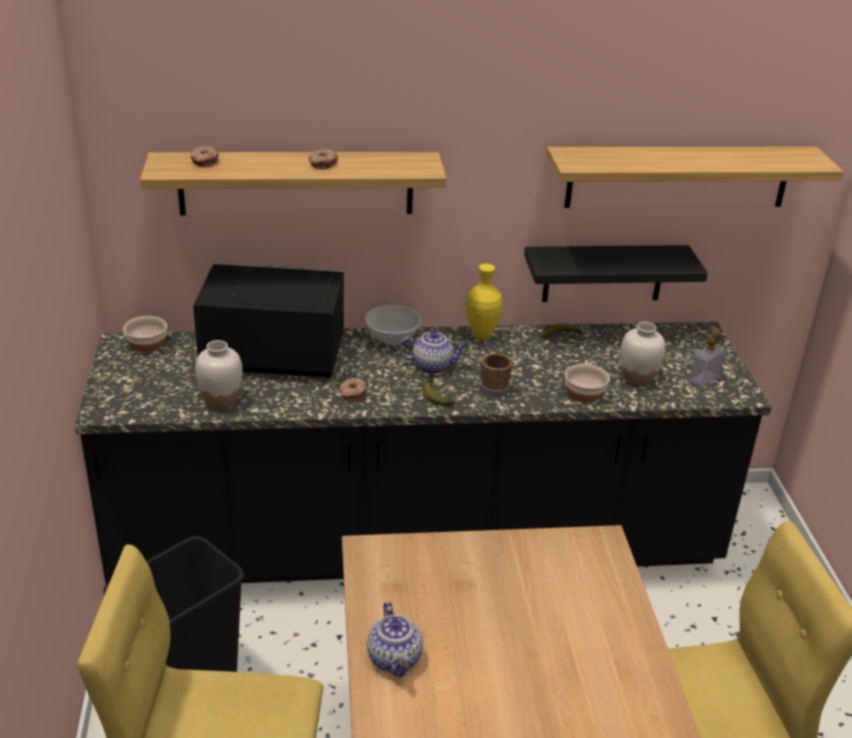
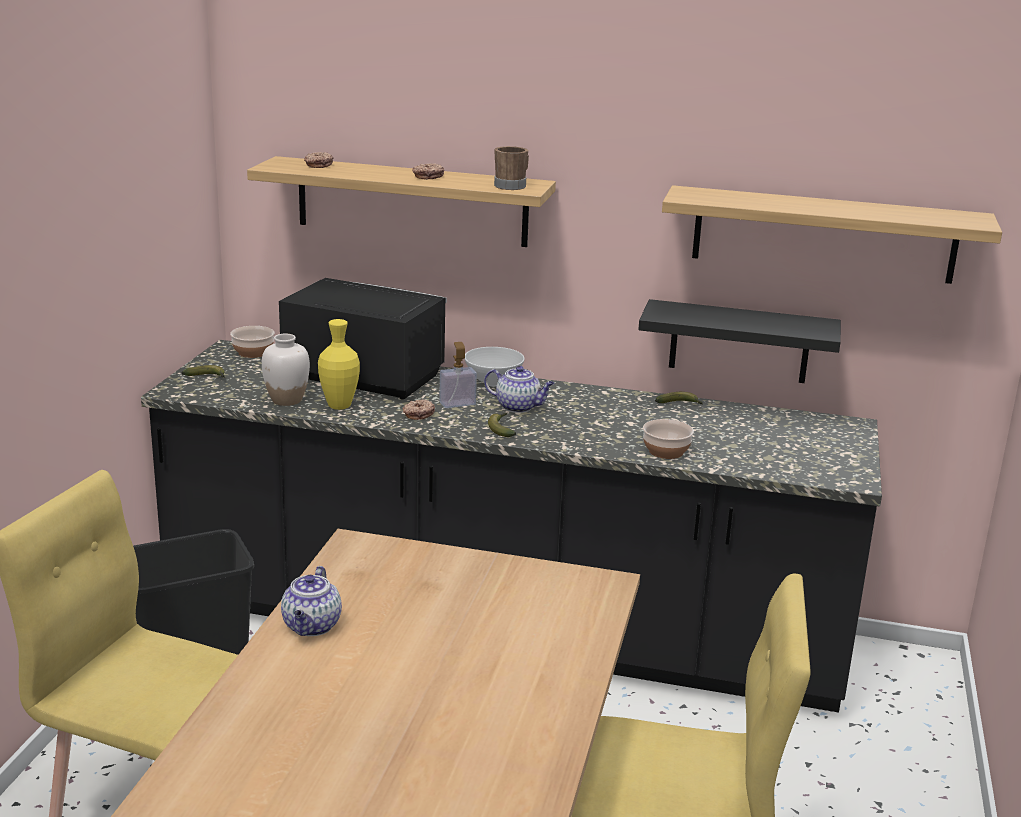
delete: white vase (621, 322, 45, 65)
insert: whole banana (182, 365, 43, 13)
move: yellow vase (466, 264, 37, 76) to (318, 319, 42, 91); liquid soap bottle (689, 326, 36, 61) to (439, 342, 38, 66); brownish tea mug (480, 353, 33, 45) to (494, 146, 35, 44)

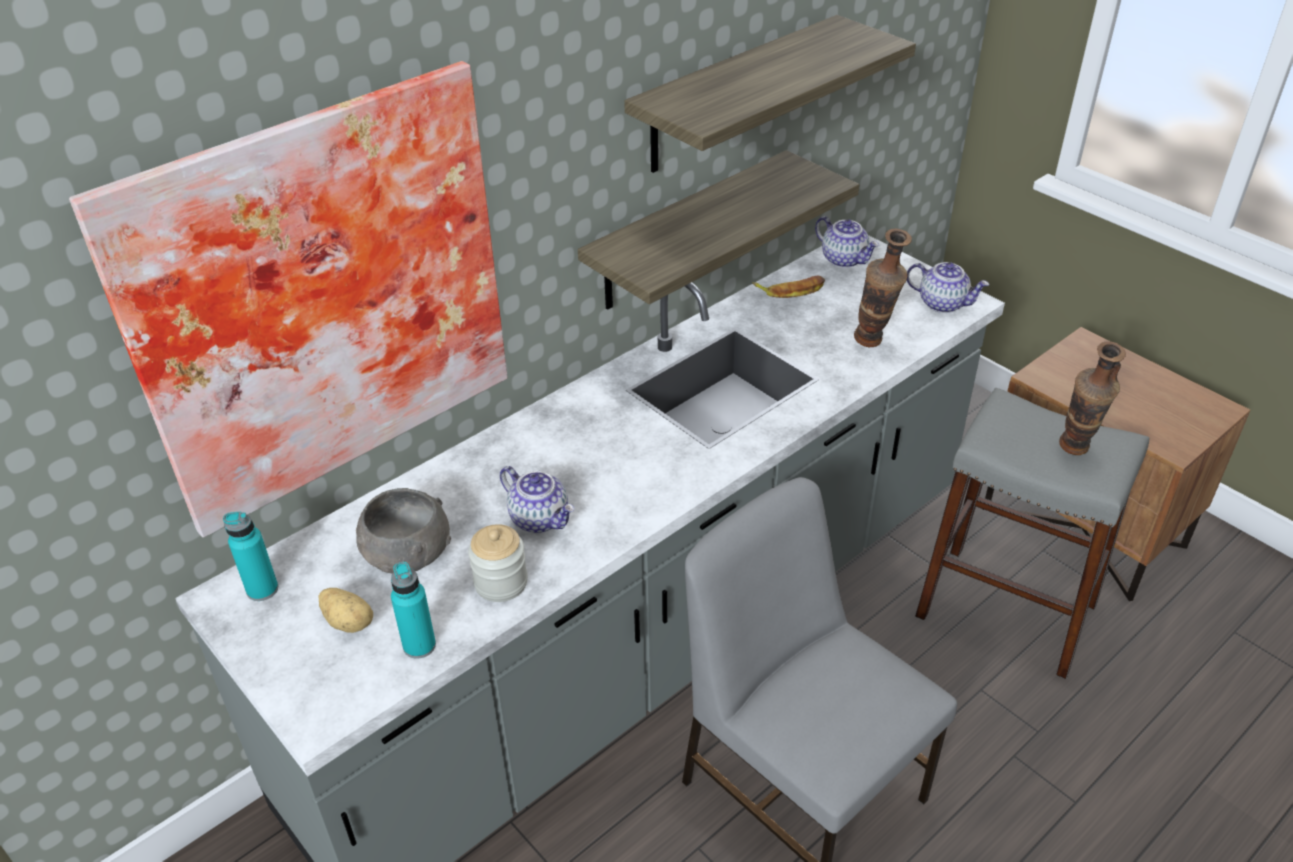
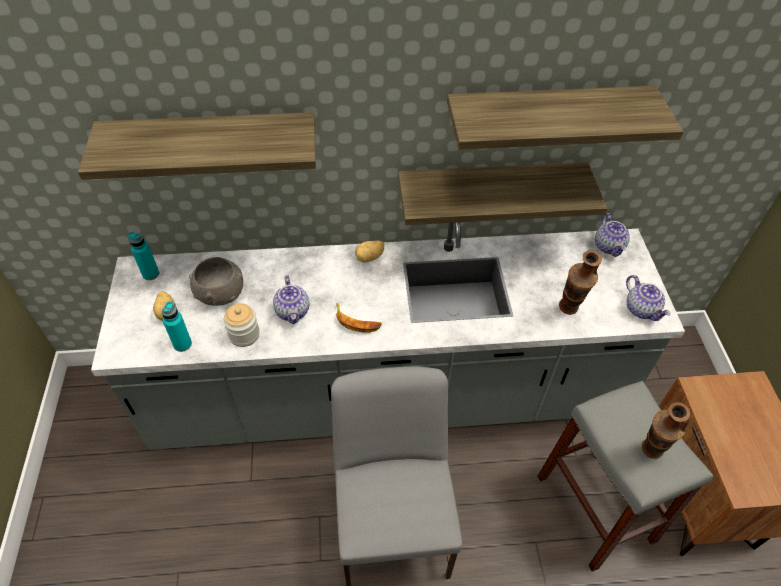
insert: potato (355, 241, 29, 22)
move: whole banana (752, 275, 73, 23) to (336, 302, 46, 31)
replace: wall art (69, 61, 439, 477) to shelf (78, 112, 238, 68)

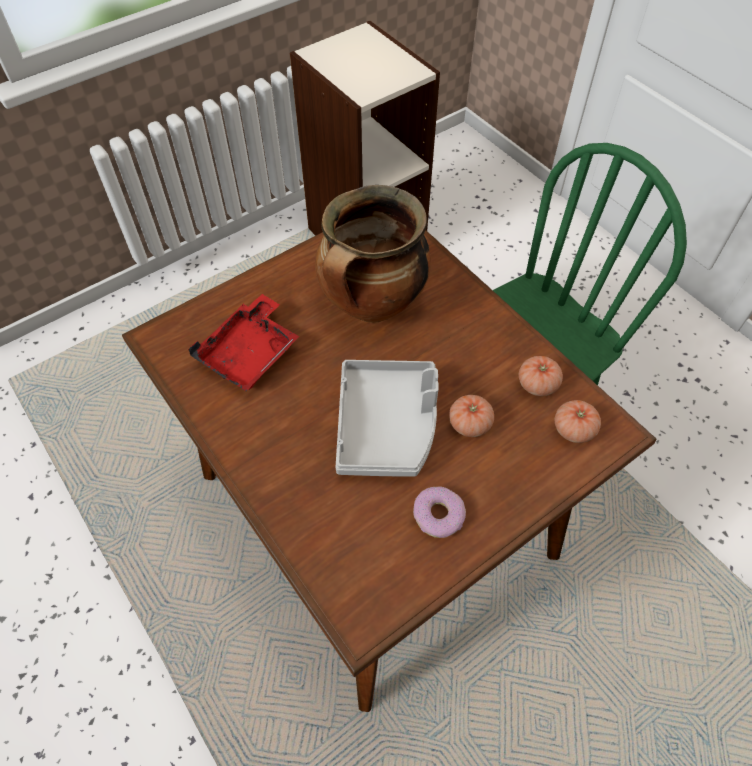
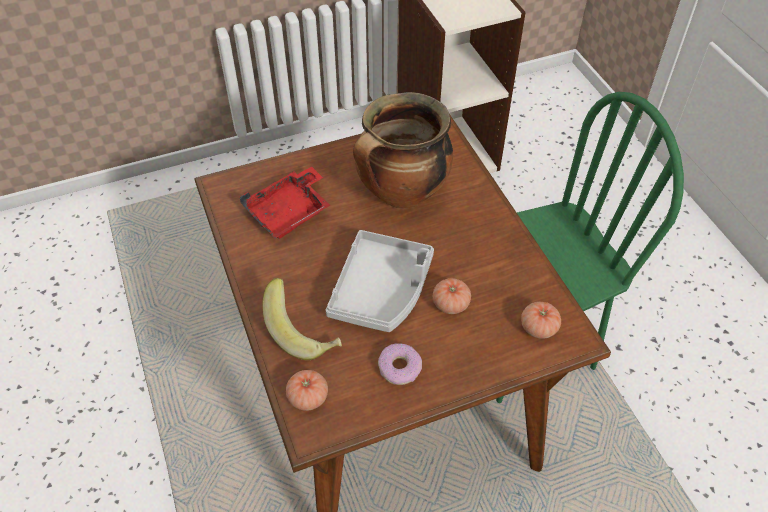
insert: whole banana (262, 278, 80, 82)
move: whole tomato (519, 356, 44, 40) to (286, 370, 42, 41)

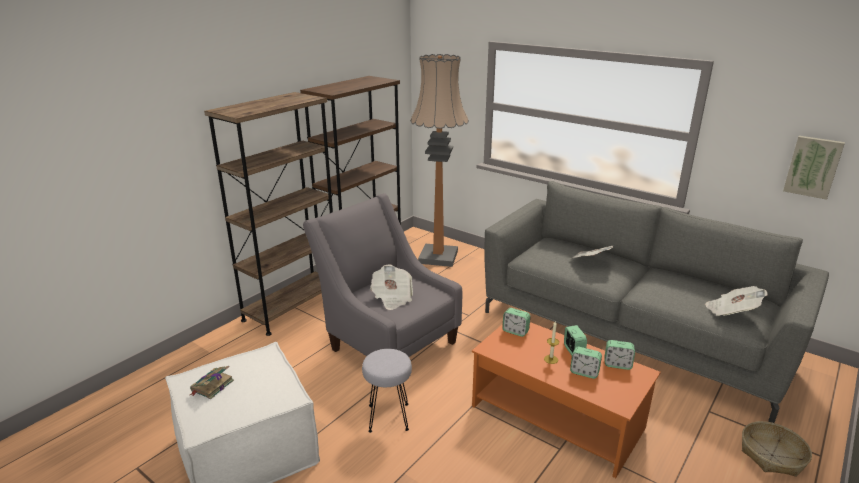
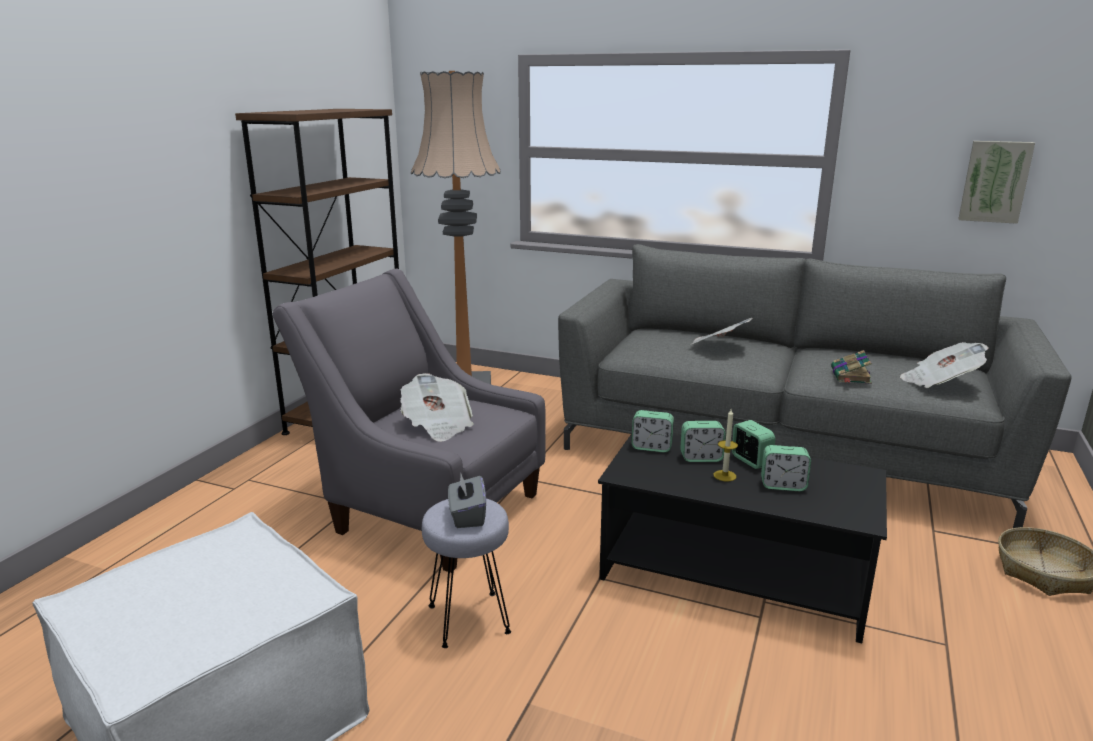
delete: brownish bookshelf (204, 92, 129, 244)
insert: grey box of tissues (448, 472, 38, 56)
move: bedside clock (605, 340, 30, 30) to (680, 421, 46, 41); book (190, 366, 44, 33) to (831, 350, 41, 34)
recolor: orange-coloured low table (472, 322, 189, 156) to blackish low table (598, 434, 289, 209)

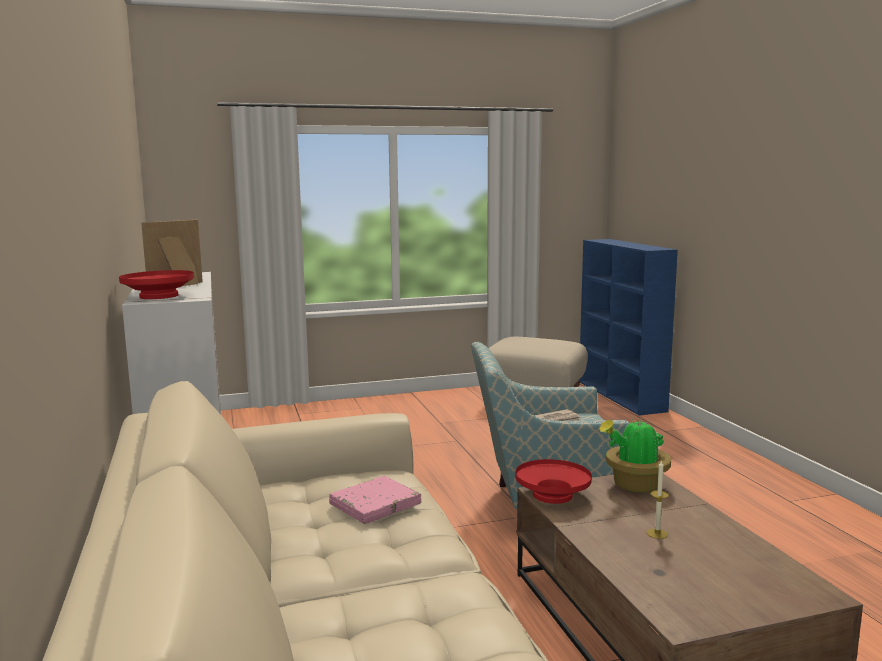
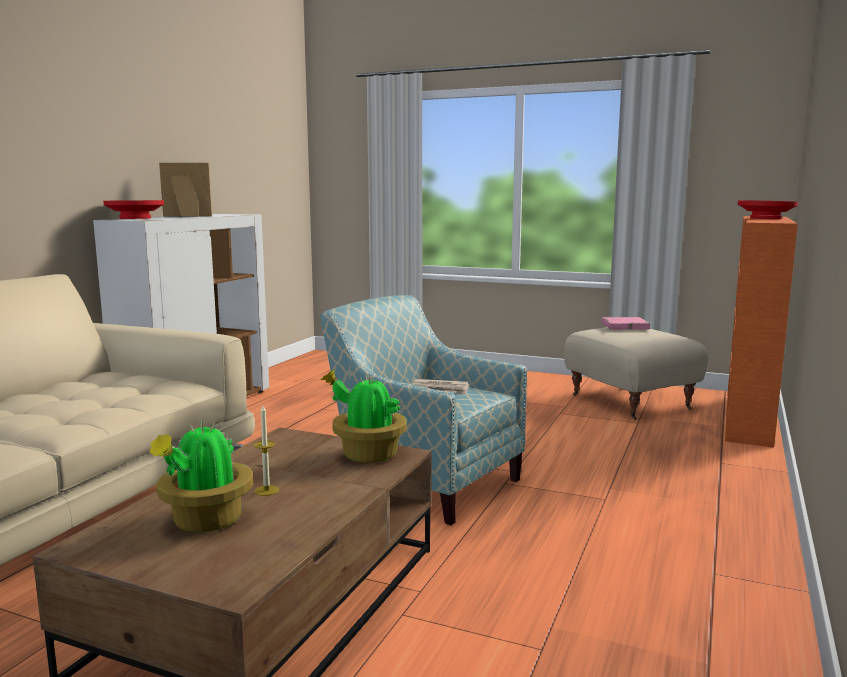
insert: plant in a pot (150, 420, 103, 112)
move: red-coloured deep dish (515, 459, 77, 45) to (738, 200, 60, 19); pink book (329, 476, 92, 48) to (601, 317, 49, 13)
recolor: bluish bookshelf (579, 239, 99, 177) to orange-coloured bookshelf (725, 216, 73, 232)

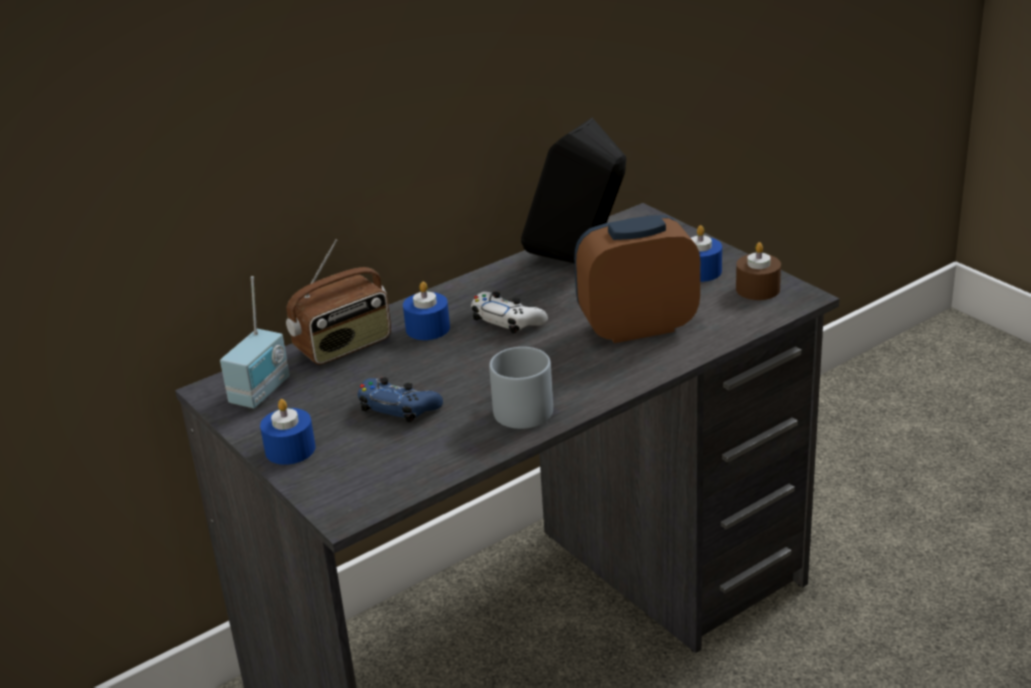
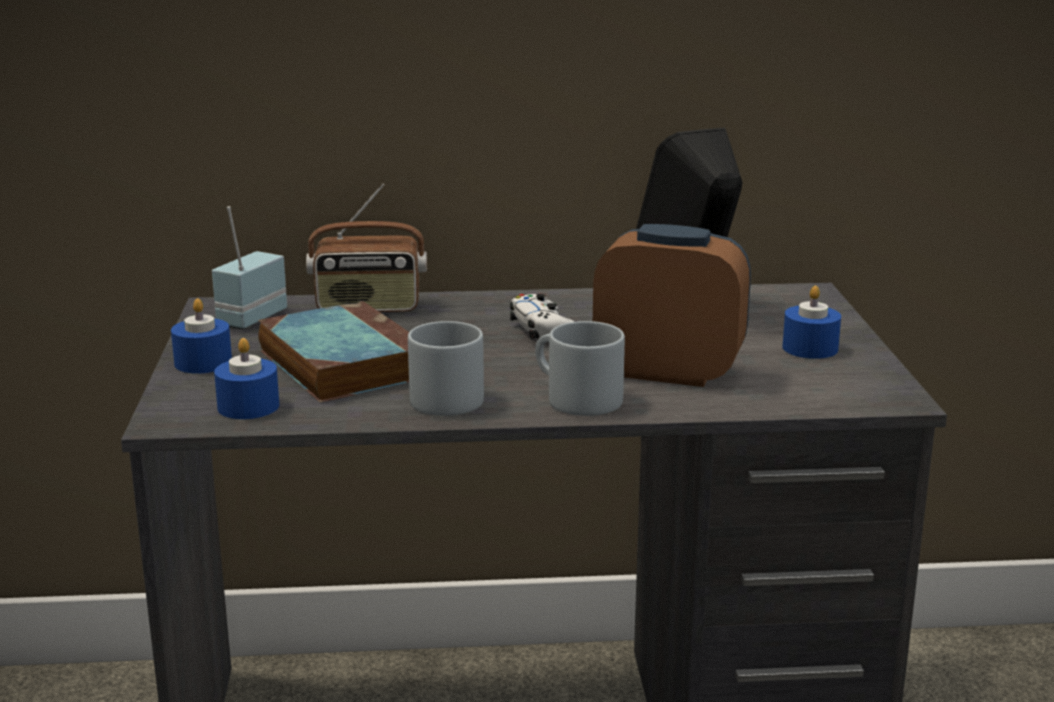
delete: brownish wax light (736, 242, 45, 58)
insert: grey tea mug (535, 321, 90, 95)
move: bluish wax light (403, 282, 47, 58) to (214, 338, 65, 81)
replace: bluish gamepad (358, 377, 85, 46) to book (258, 301, 151, 102)
rotate: radio (220, 276, 70, 132) = (212, 206, 75, 124) 150 degrees clockwise

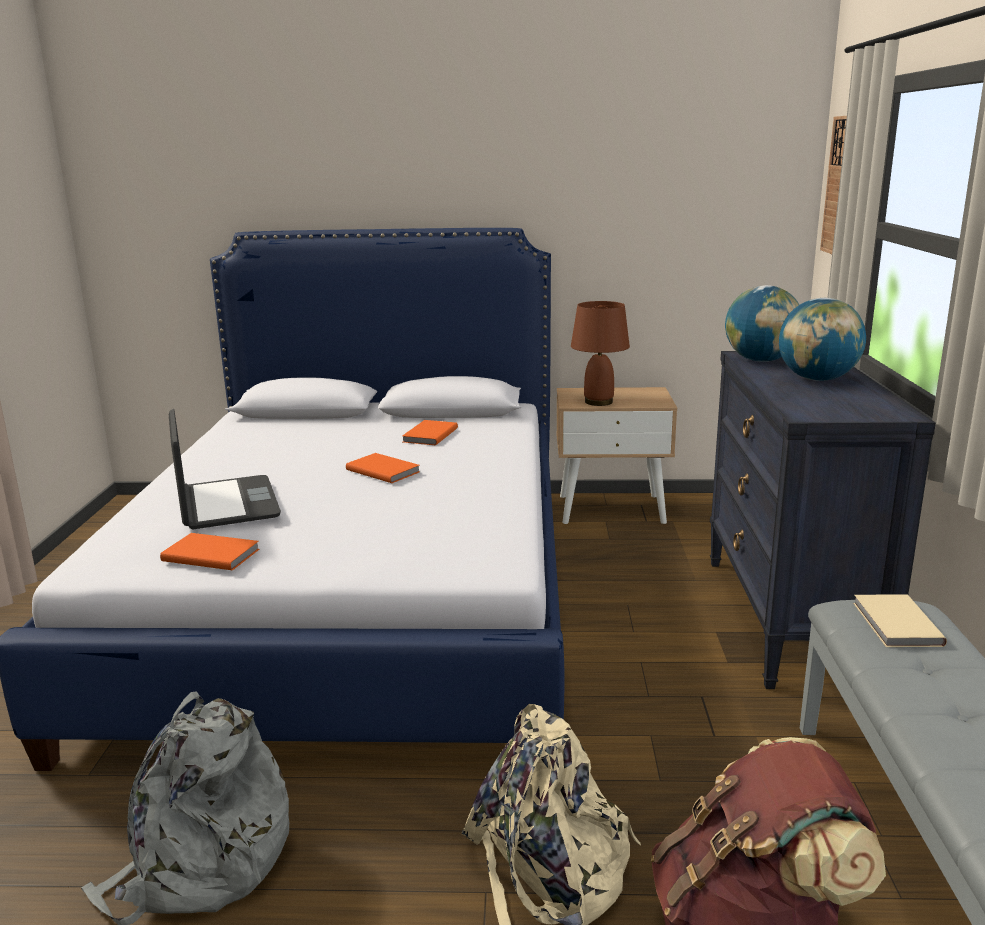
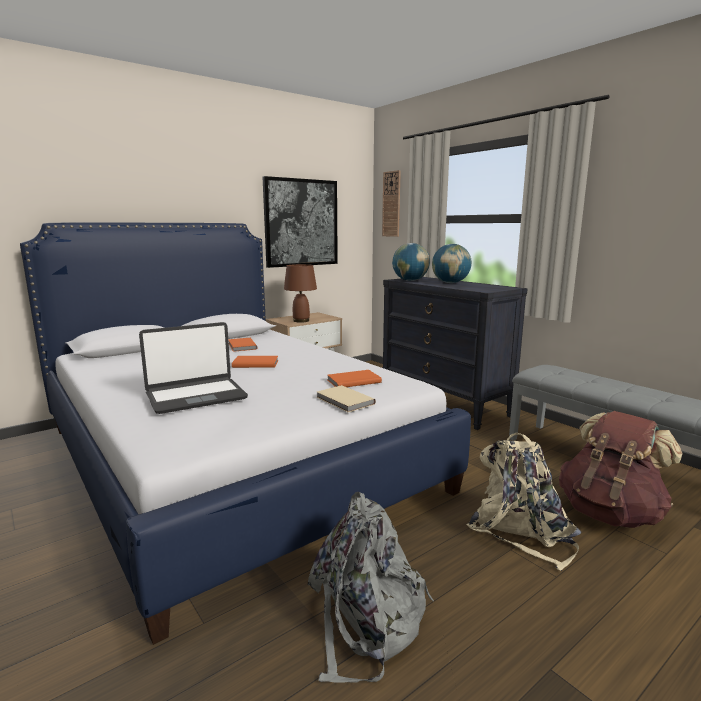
insert: wall art (262, 176, 76, 92)
move: orange-coloured book (160, 533, 100, 37) to (328, 370, 54, 17); beige-coloured book (853, 594, 94, 53) to (316, 385, 60, 27)
rotate: notebook computer (169, 409, 112, 120) = (139, 322, 109, 92) 120 degrees clockwise

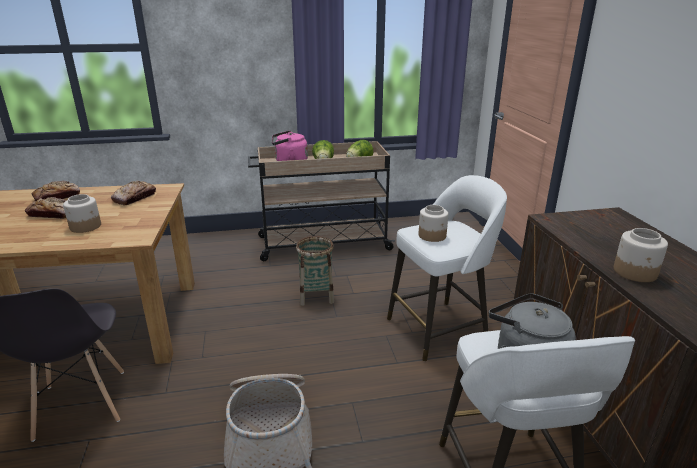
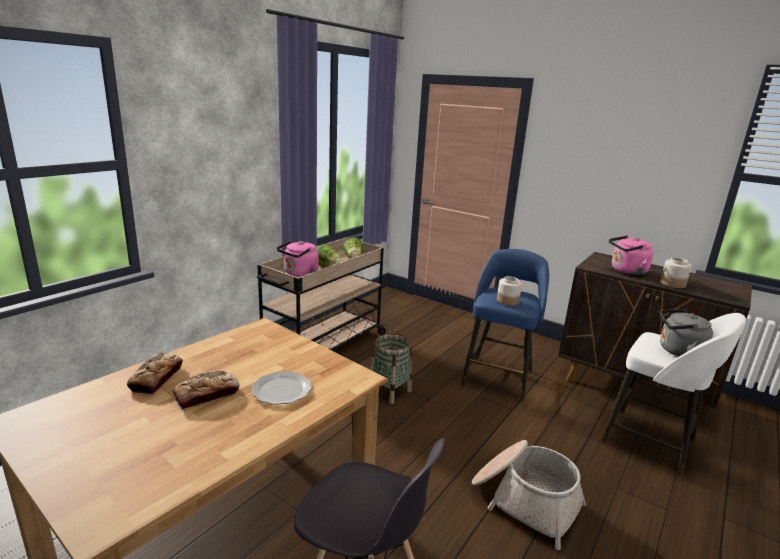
delete: bakery bread (111, 181, 45, 24)
insert: pink water kettle (609, 235, 45, 40)
replace: preserve jar (63, 194, 38, 39) to dinner plate (252, 371, 60, 34)
recolor: white stool seat (387, 175, 120, 186) to bluish stool seat (461, 249, 88, 152)

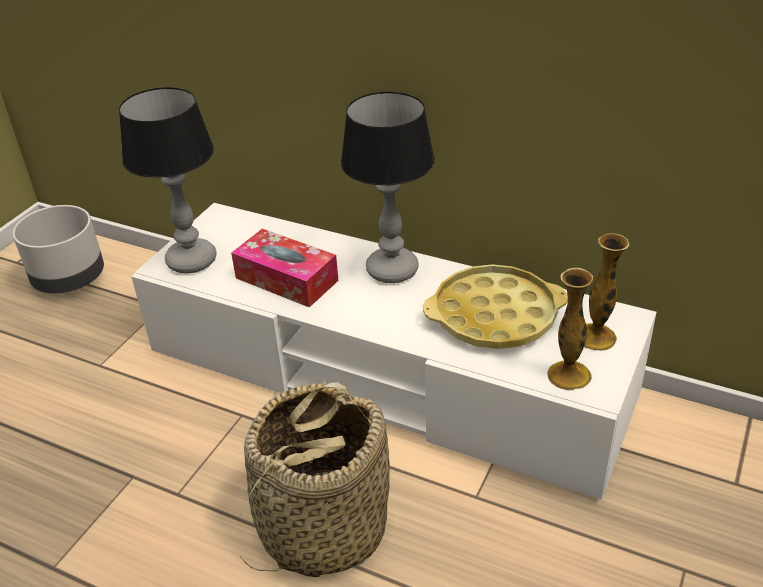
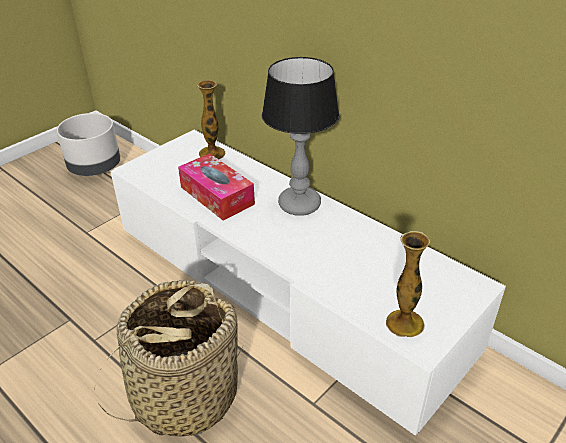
delete: tabletop lamp (119, 87, 98, 186); yellow carrying tray (423, 264, 145, 85)
move: vase (584, 233, 45, 118) to (197, 80, 28, 79)

